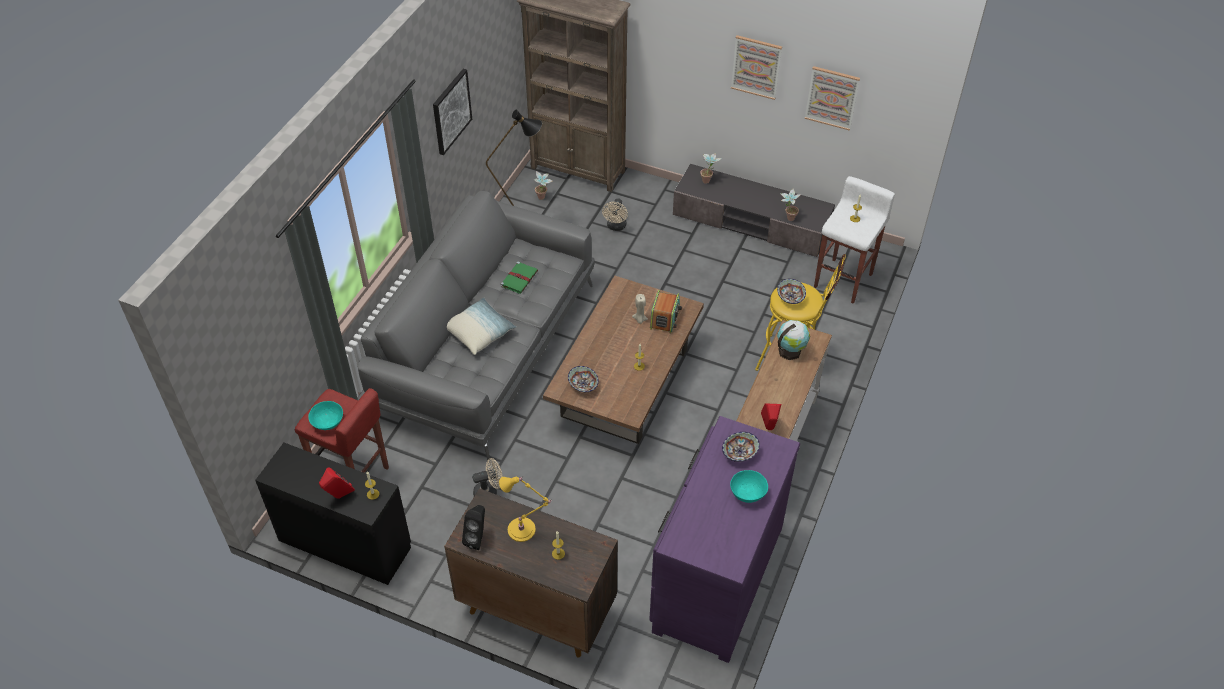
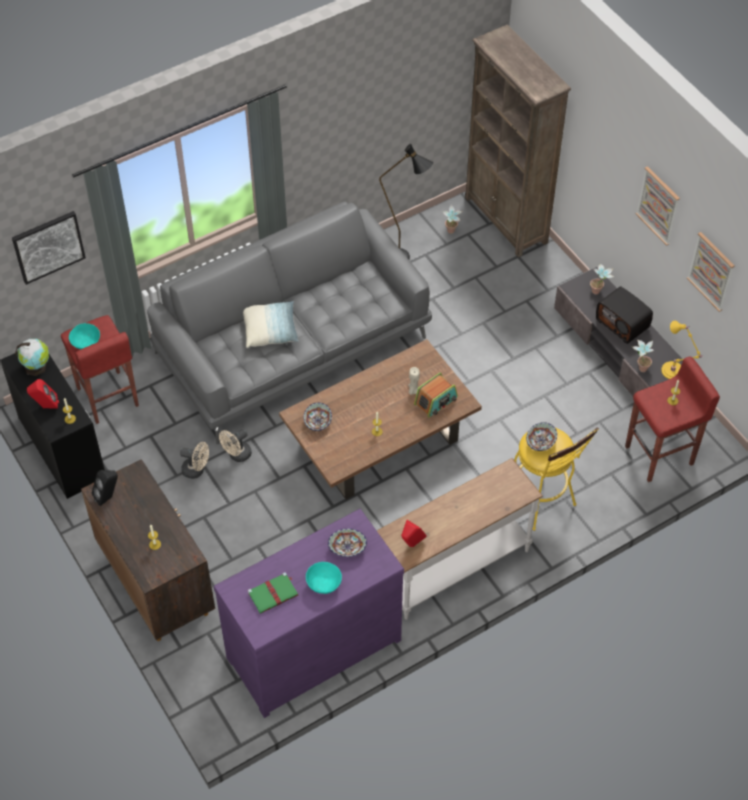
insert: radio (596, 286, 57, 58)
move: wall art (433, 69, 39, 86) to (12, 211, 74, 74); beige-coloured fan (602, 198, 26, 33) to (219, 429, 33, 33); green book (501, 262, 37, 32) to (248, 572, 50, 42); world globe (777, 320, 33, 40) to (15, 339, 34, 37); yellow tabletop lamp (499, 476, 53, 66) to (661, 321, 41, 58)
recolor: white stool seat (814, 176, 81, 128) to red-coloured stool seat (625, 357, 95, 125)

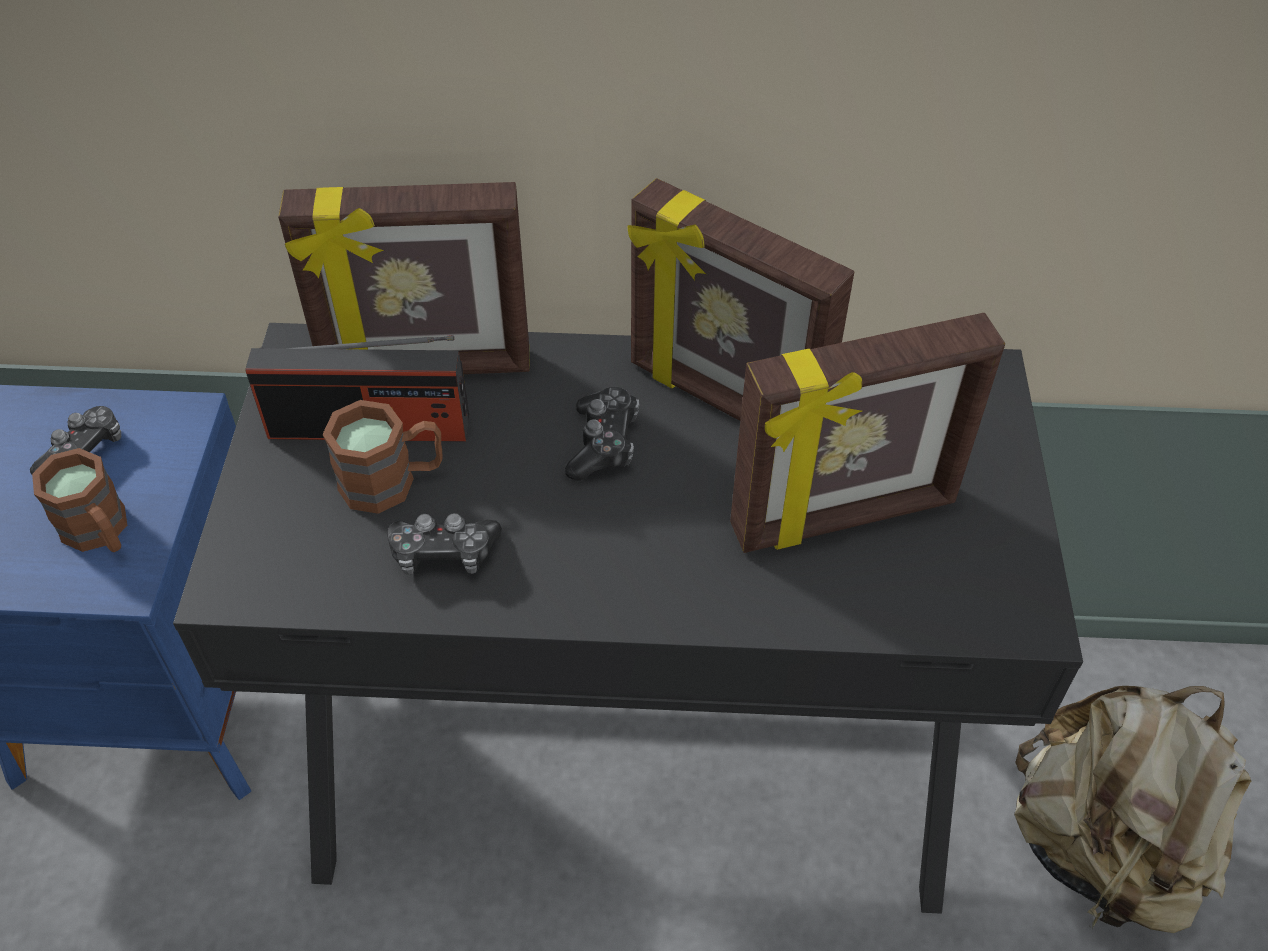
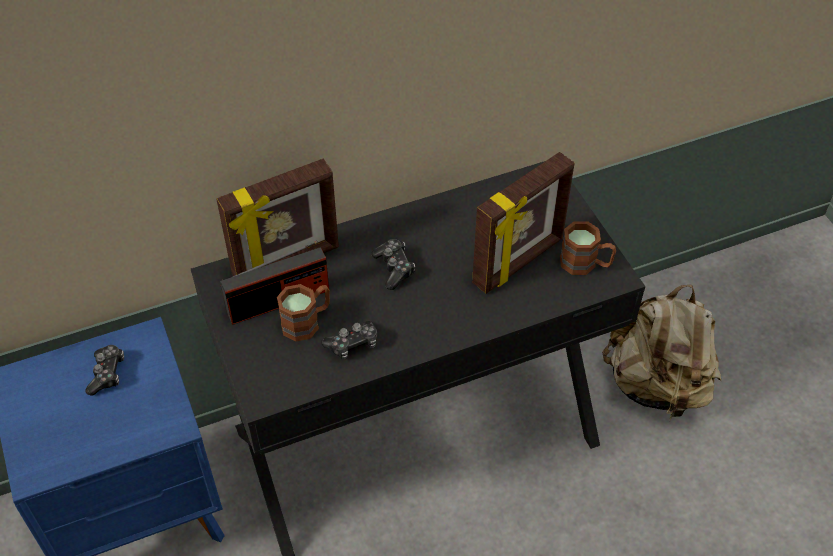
delete: standing frame (628, 178, 226, 243)
move: brownish tea mug (32, 448, 95, 104) to (560, 221, 56, 54)

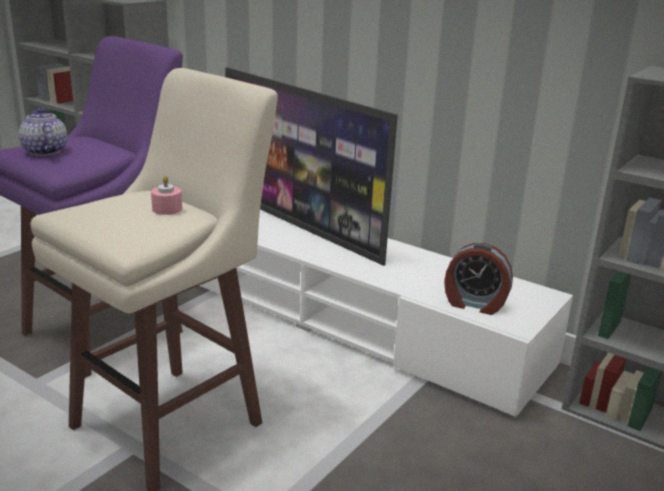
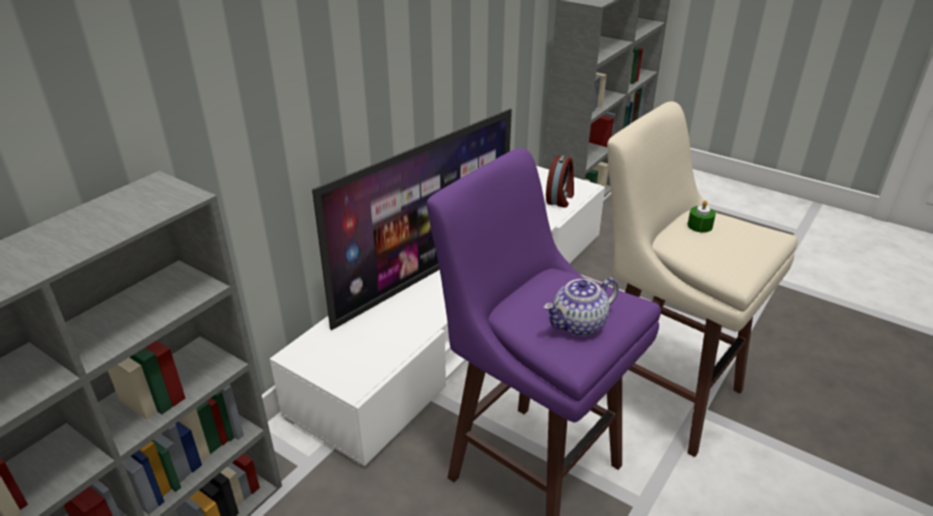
recolor: pink wax light (151, 176, 31, 39) to green wax light (687, 200, 29, 33)

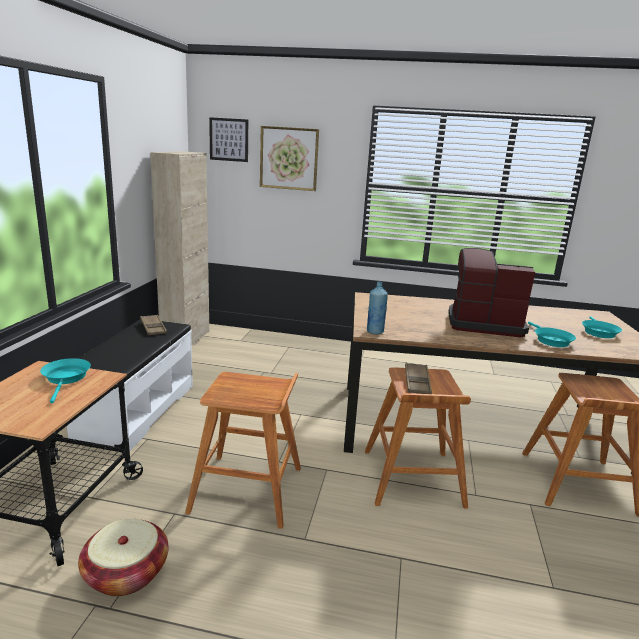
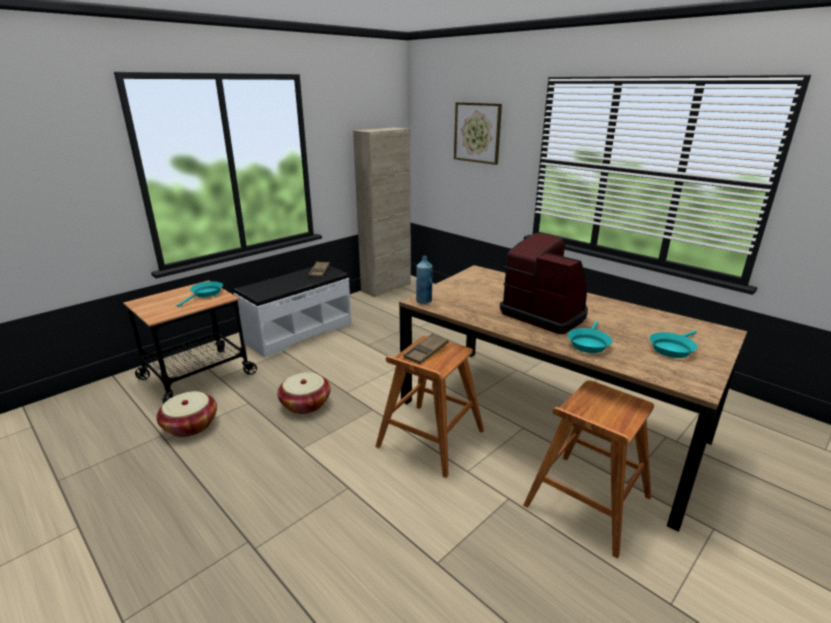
delete: wall art (209, 117, 39, 45)
replace: brownish stool seat (185, 372, 116, 157) to basket (277, 372, 54, 42)

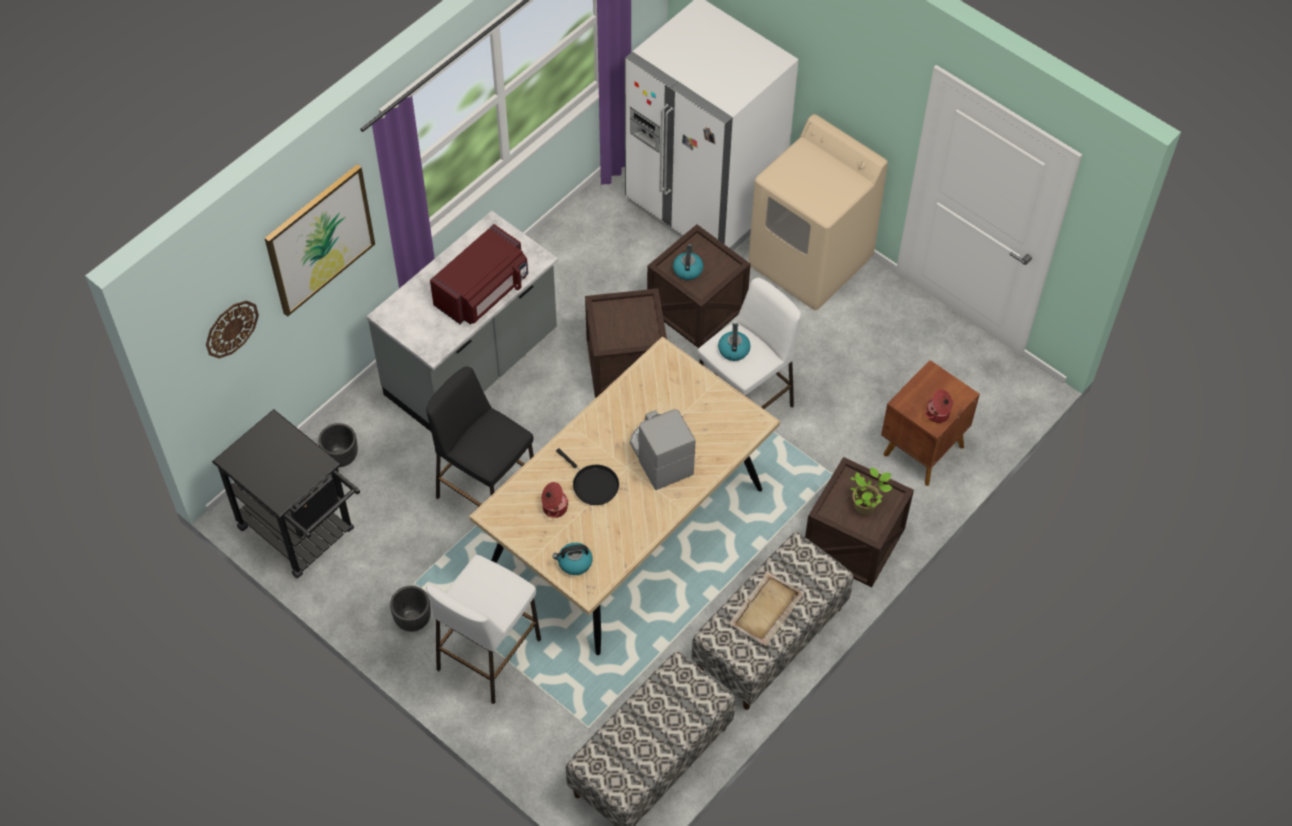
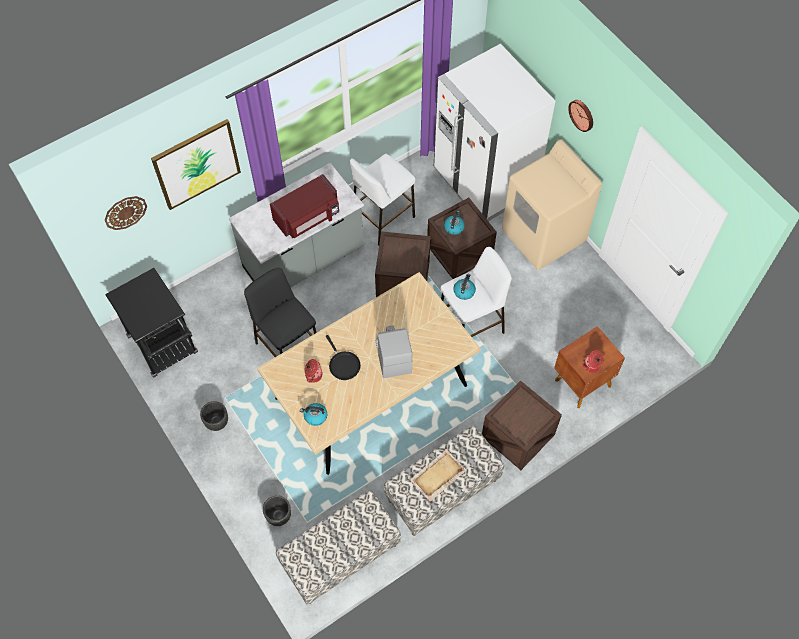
delete: plant in a pot (850, 468, 43, 47)
insert: hanging clock (568, 100, 25, 32)
move: blackish flower pot (318, 423, 40, 44) to (263, 495, 28, 31); white stool seat (426, 555, 115, 149) to (350, 154, 65, 91)

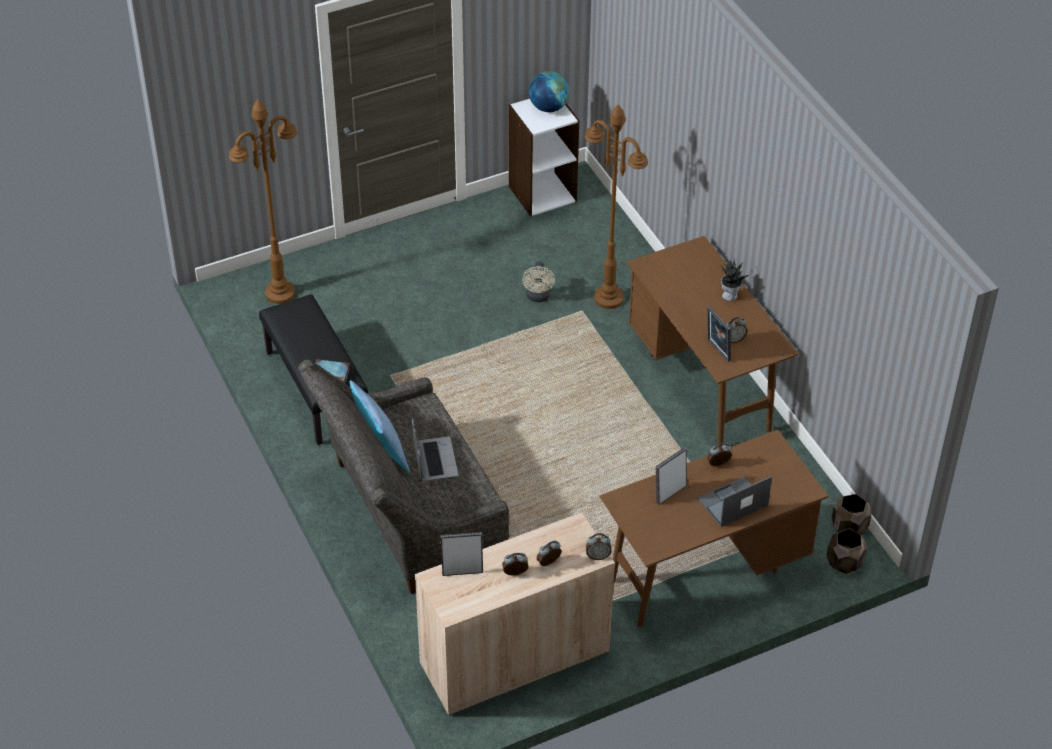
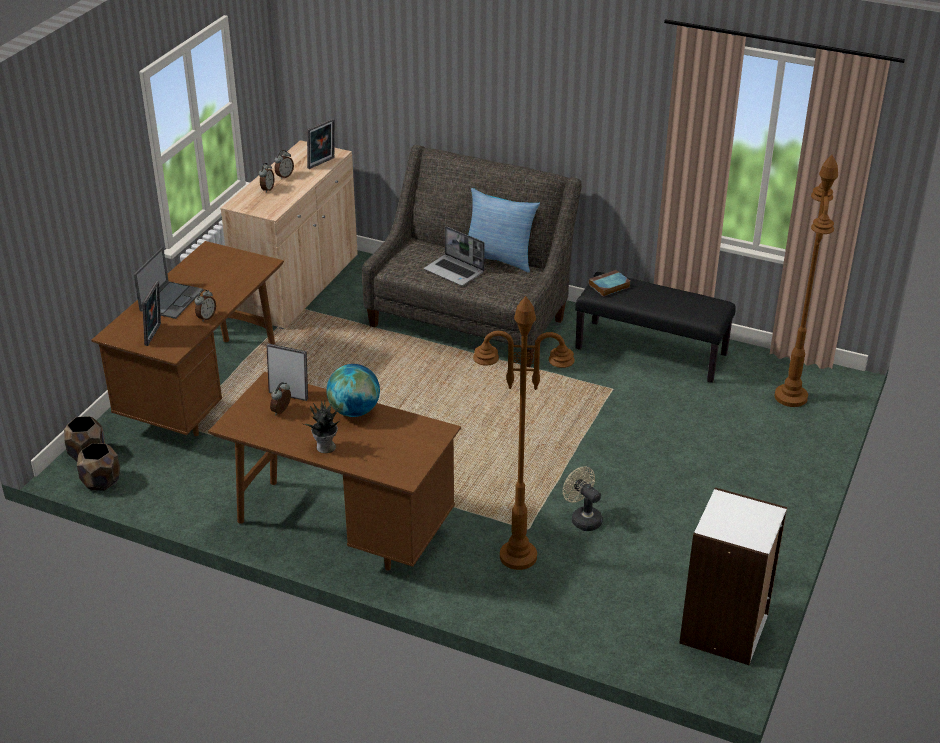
delete: bedside clock (586, 533, 26, 27)
move: world globe (529, 71, 41, 41) to (326, 364, 54, 53); standing frame (656, 448, 31, 57) to (142, 281, 19, 65)

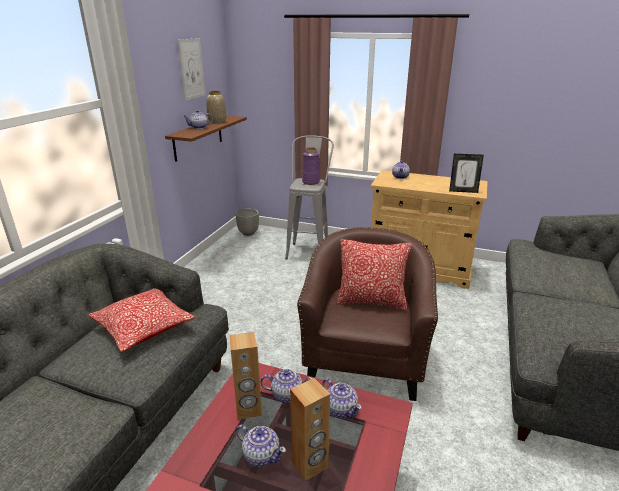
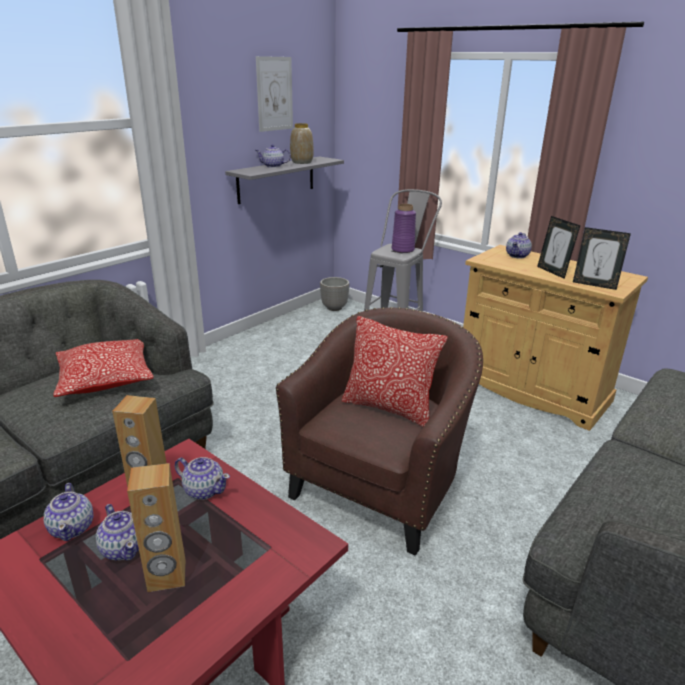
insert: standing frame (537, 216, 43, 63)
move: tea pot (323, 378, 39, 40) to (44, 483, 50, 58)
recolor: brownish shelf (165, 116, 82, 46) to grey shelf (225, 156, 119, 48)

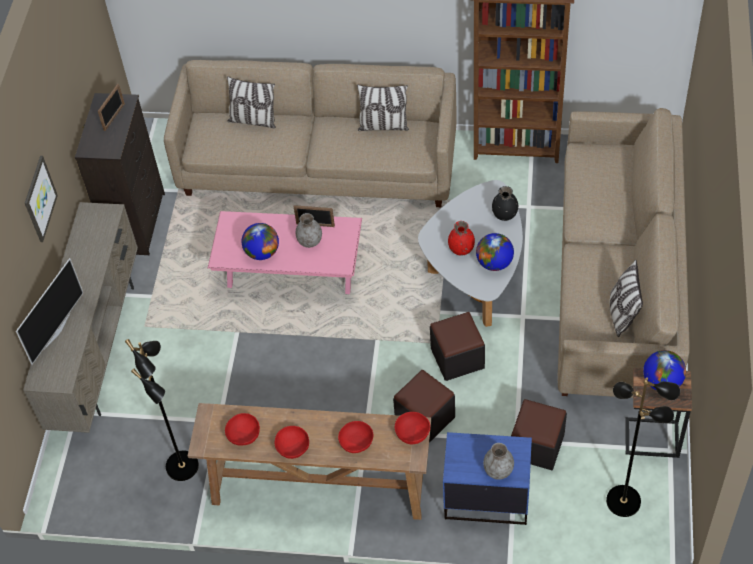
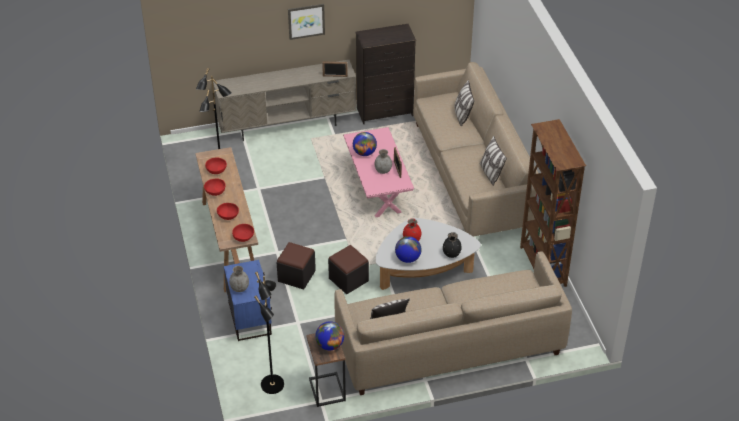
delete: TV set (16, 258, 67, 107); blackish footrest (511, 399, 56, 71)
move: standing frame (98, 84, 27, 47) to (322, 61, 26, 16)

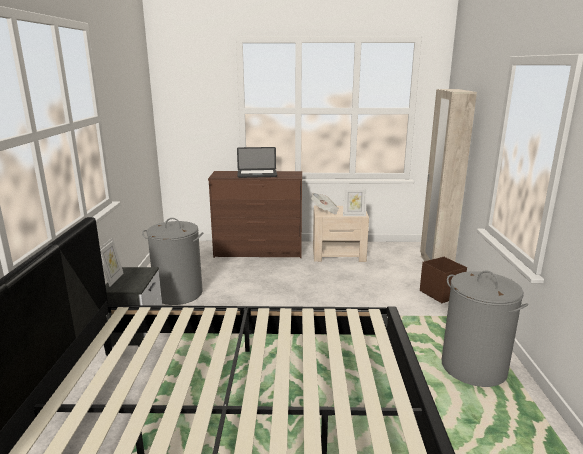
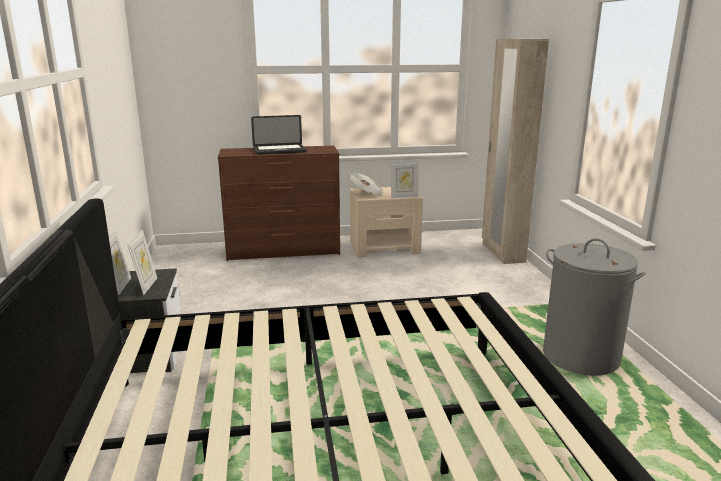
delete: grey laundry basket (142, 218, 61, 87); brownish storage container (420, 257, 47, 46)
insert: standing frame (127, 230, 30, 65)

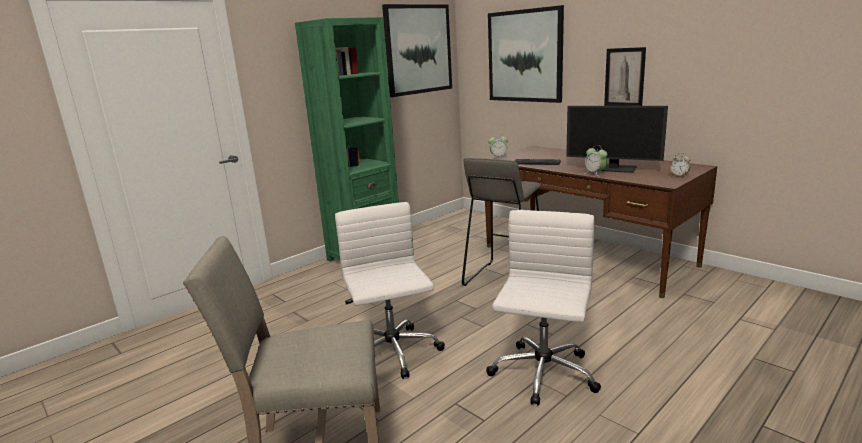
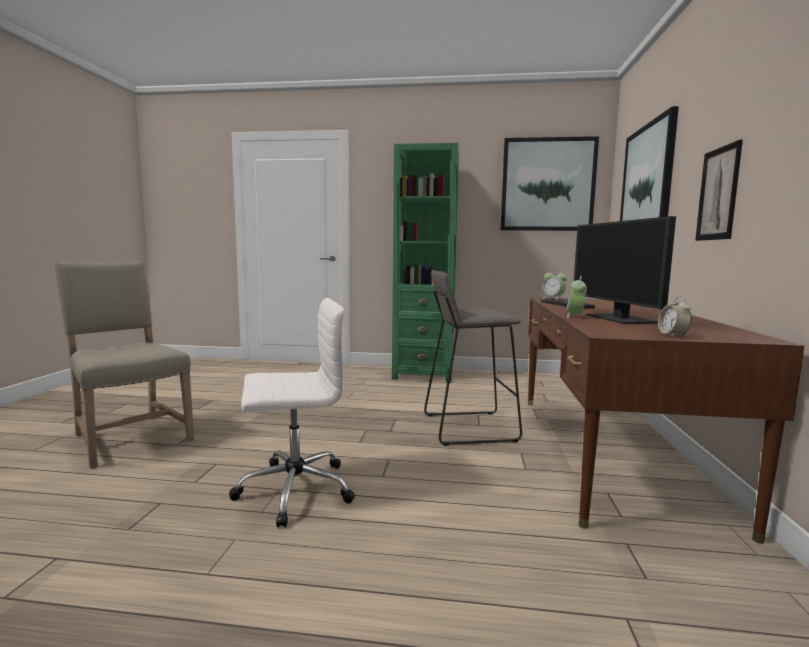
delete: white computer chair (335, 202, 110, 177)

